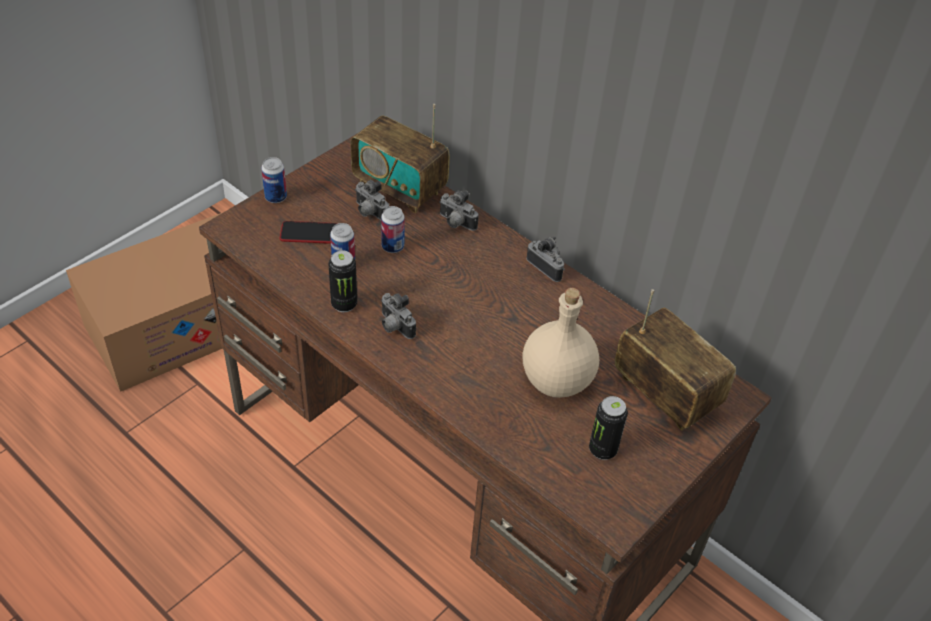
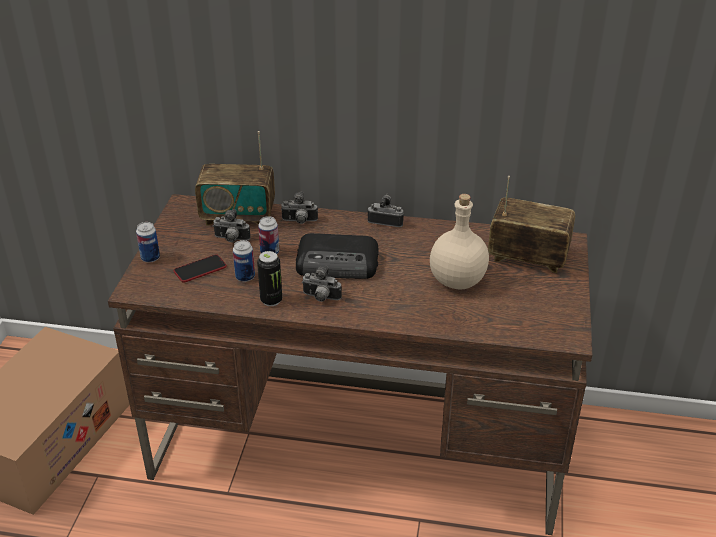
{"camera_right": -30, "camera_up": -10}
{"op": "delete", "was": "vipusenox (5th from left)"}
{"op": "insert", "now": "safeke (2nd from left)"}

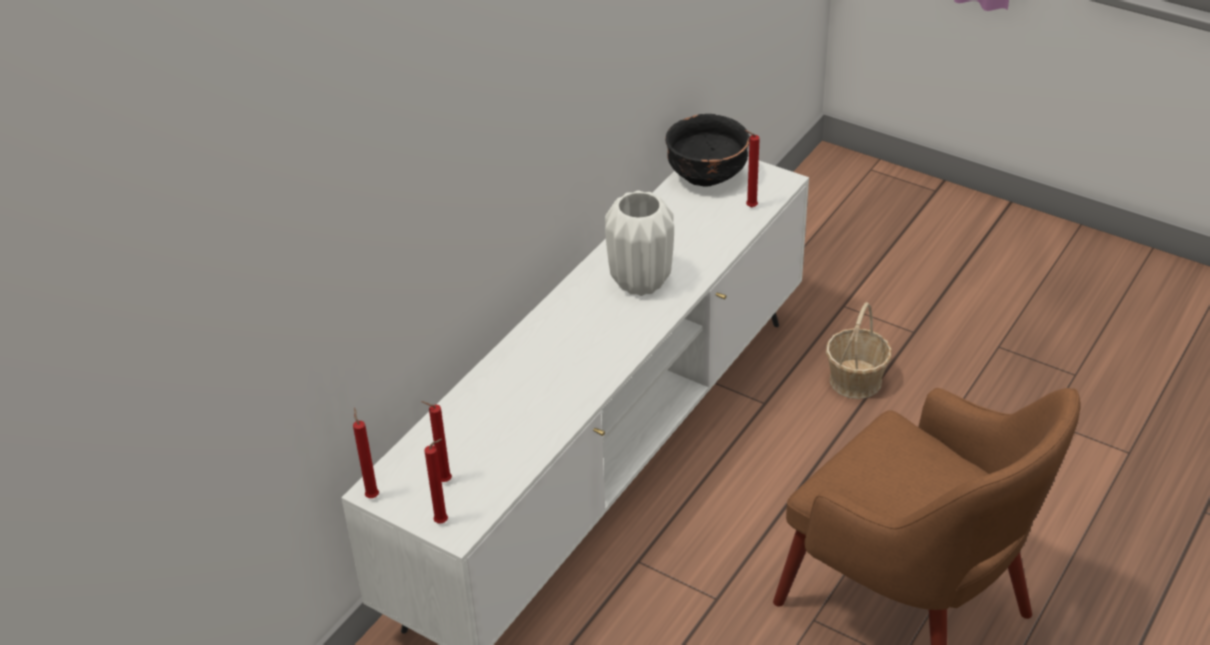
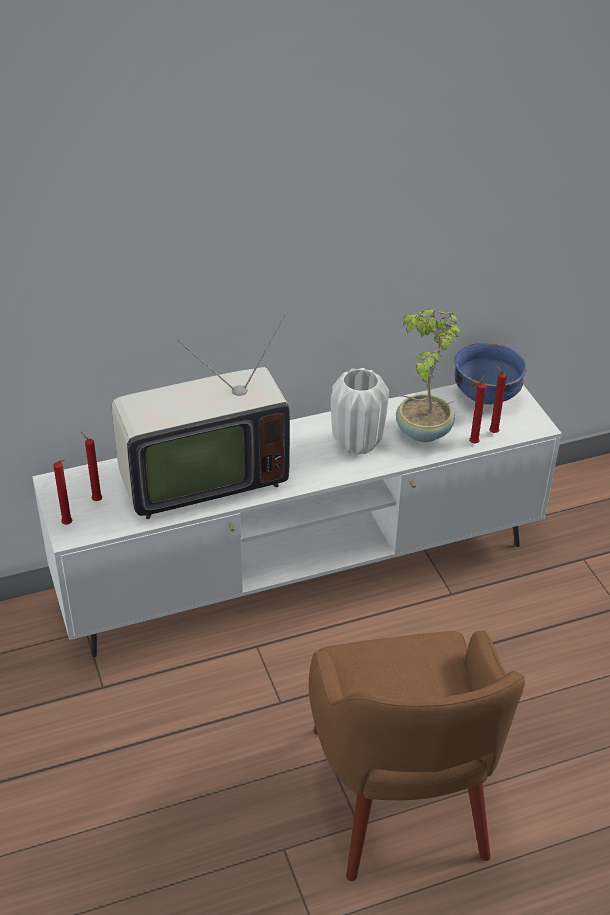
{"camera_right": 35, "camera_up": 0}
{"op": "delete", "was": "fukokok"}
{"op": "insert", "now": "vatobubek"}
{"op": "insert", "now": "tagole"}
{"op": "move", "was": "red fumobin (1st from left in the first image)", "now": "red fumobin (3rd from left)"}
{"op": "recolor", "was": "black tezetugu", "now": "blue tezetugu"}

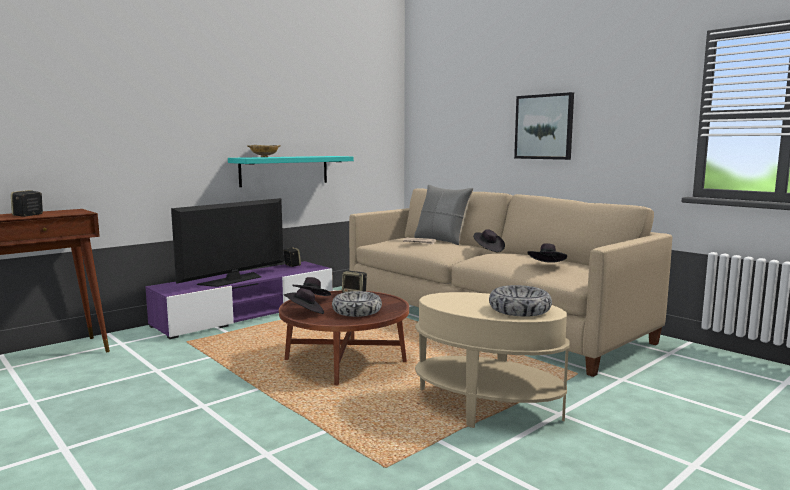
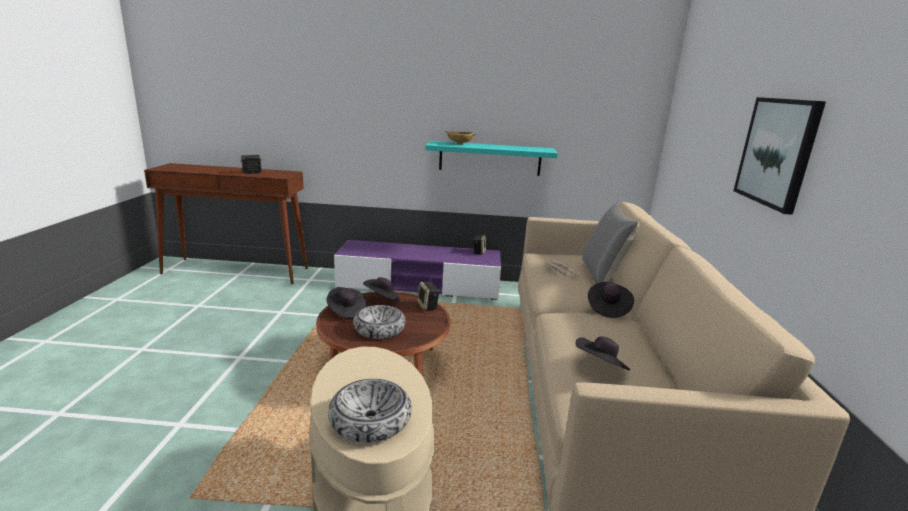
{"camera_right": 45, "camera_up": 10}
{"op": "delete", "was": "vatobubek"}

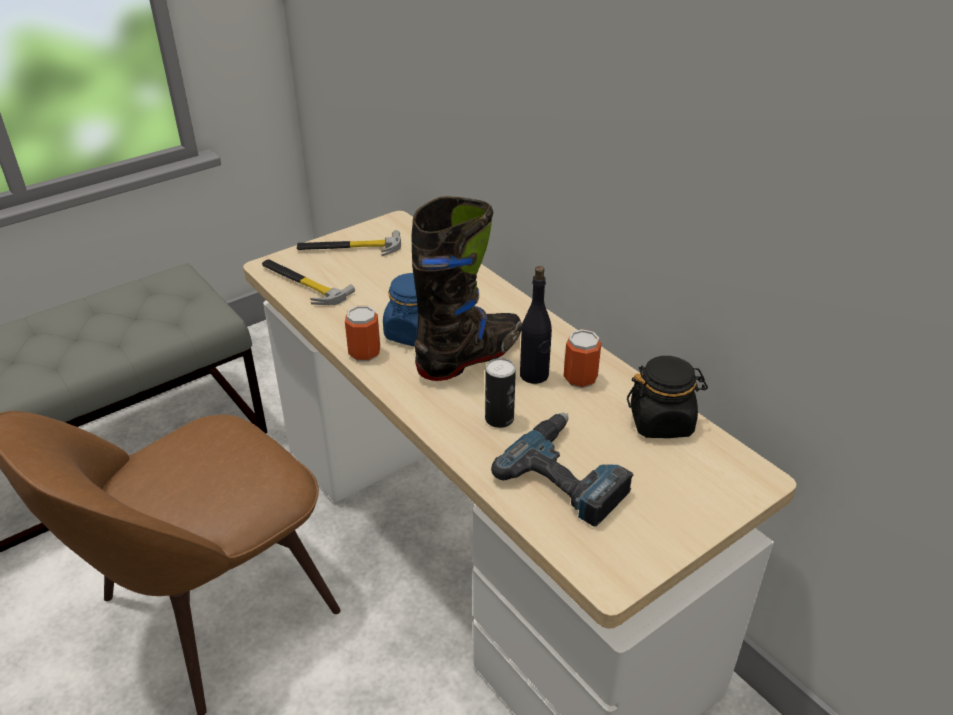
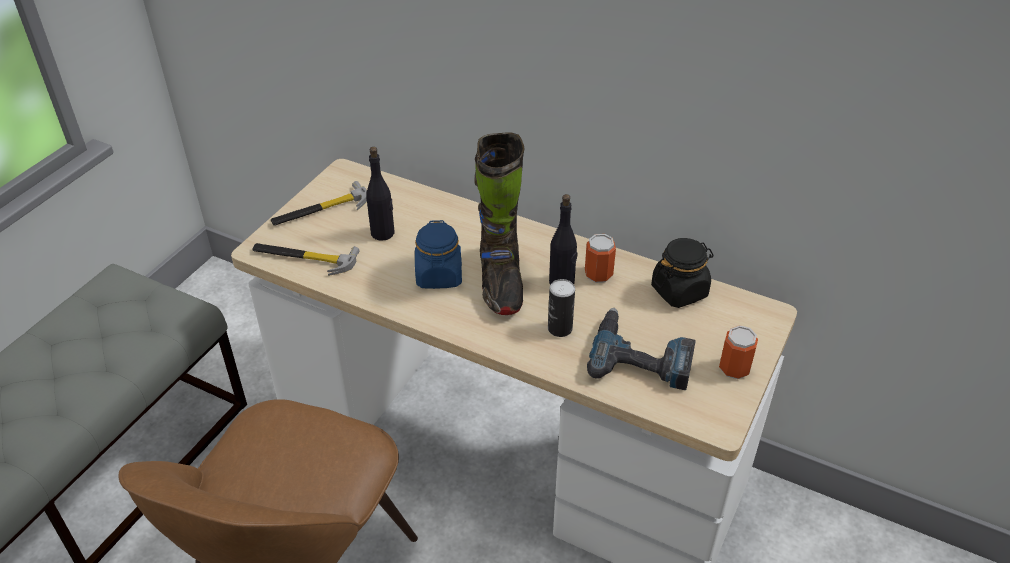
{"camera_right": -25, "camera_up": 5}
{"op": "insert", "now": "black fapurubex (1st from left)"}
{"op": "move", "was": "vipusenox (1st from left in the first image)", "now": "vipusenox (3rd from left)"}
{"op": "rotate", "was": "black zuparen", "clockwise": 150}

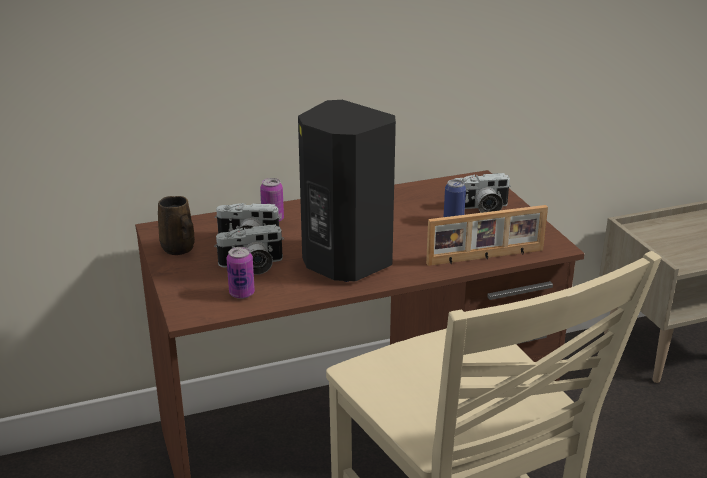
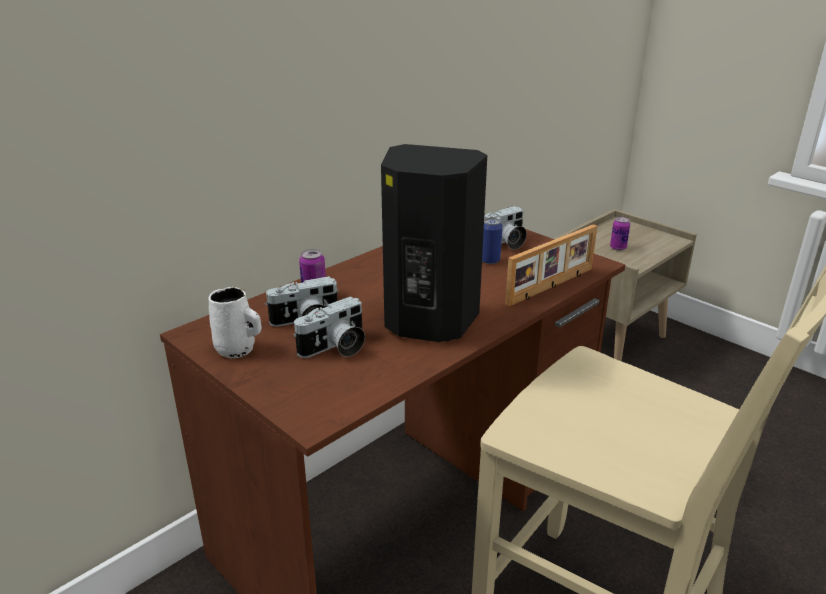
{"camera_right": -25, "camera_up": 0}
{"op": "move", "was": "vipusenox (1st from left in the first image)", "now": "vipusenox (3rd from left)"}
{"op": "recolor", "was": "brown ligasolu", "now": "white ligasolu"}

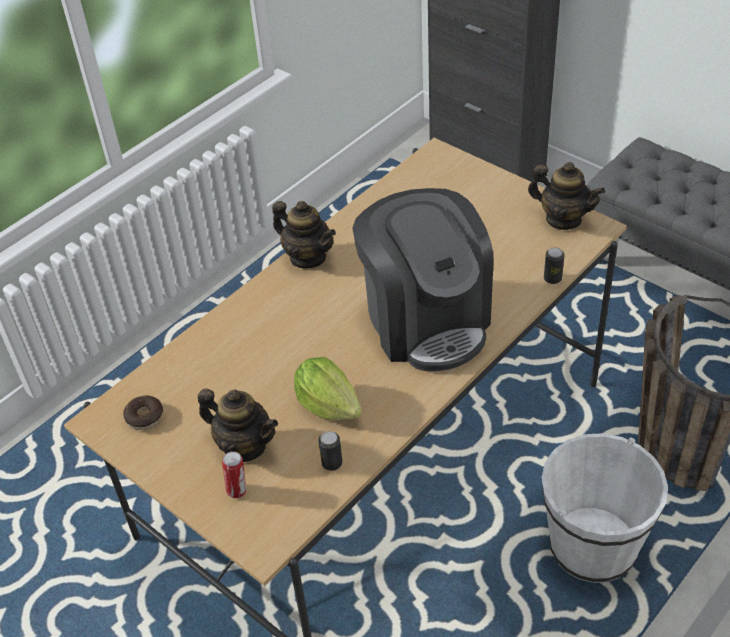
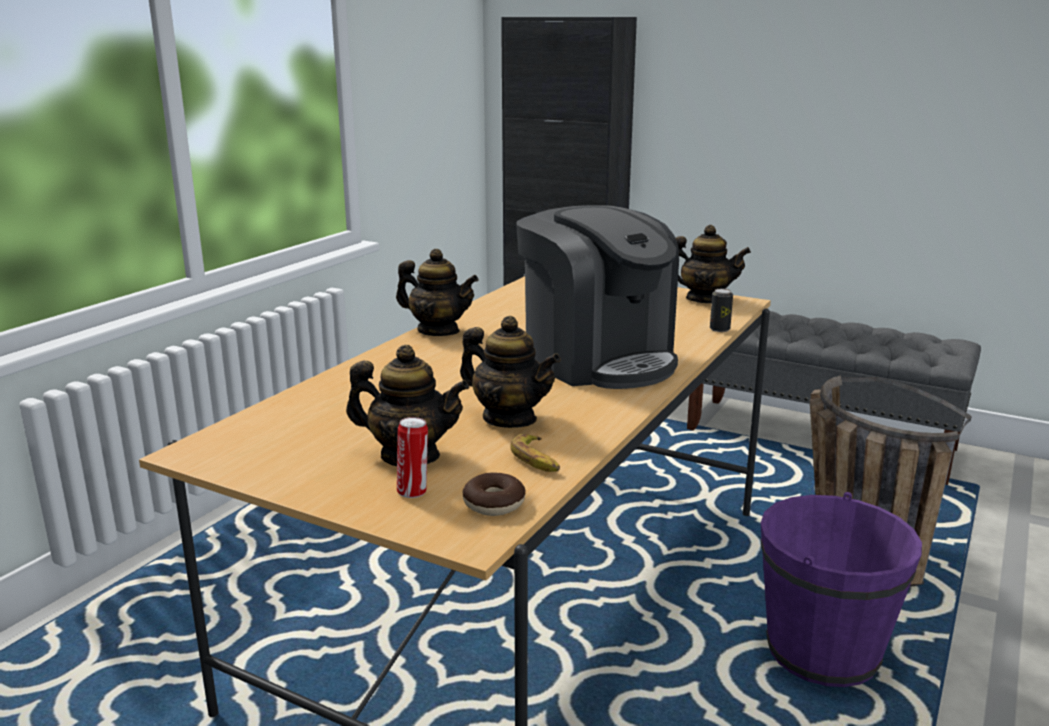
{"camera_right": -15, "camera_up": -25}
{"op": "move", "was": "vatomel"}
{"op": "replace", "was": "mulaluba", "now": "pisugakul (3rd from left)"}
{"op": "replace", "was": "vipusenox (2nd from left)", "now": "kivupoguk"}
{"op": "recolor", "was": "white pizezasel", "now": "purple pizezasel"}

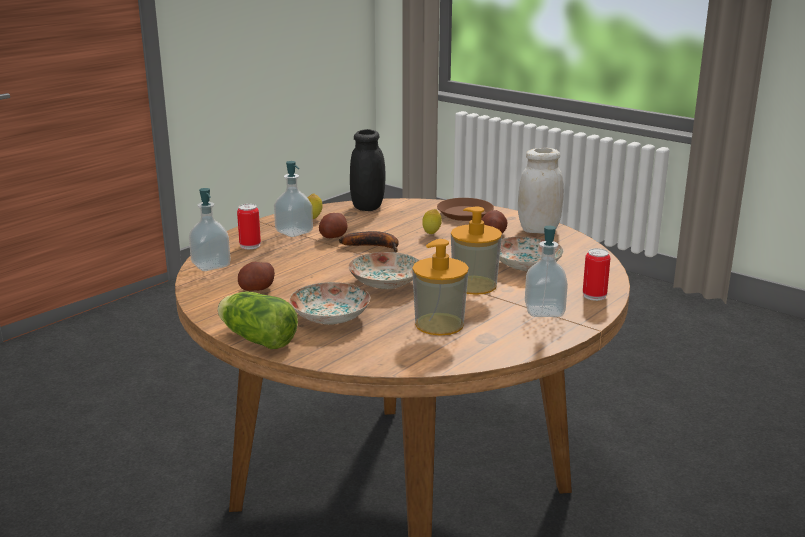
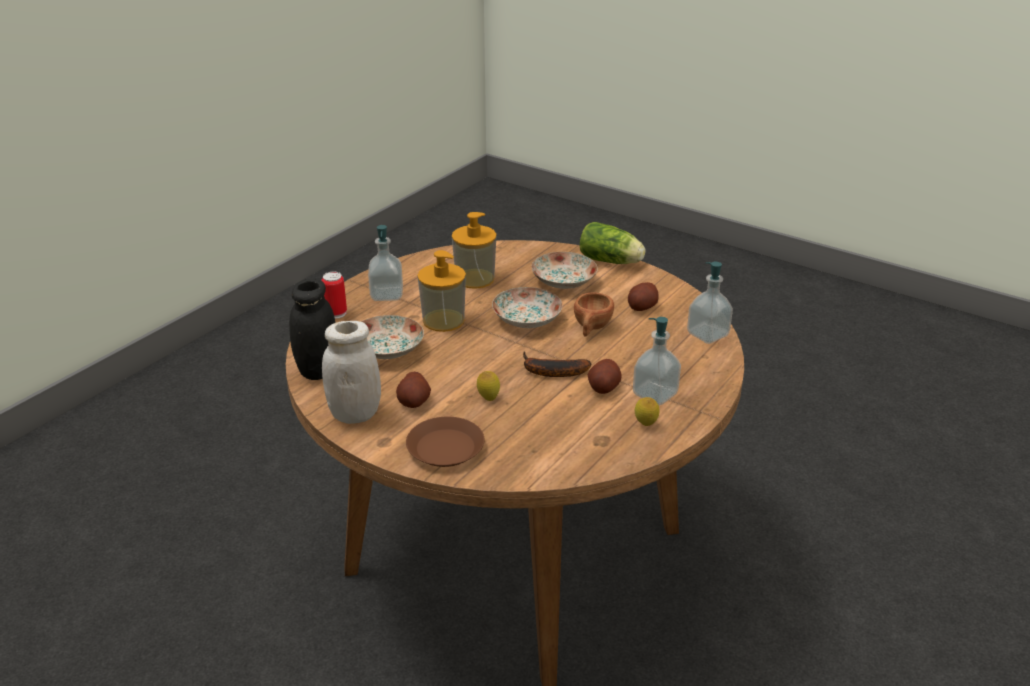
{"camera_right": 175, "camera_up": 10}
{"op": "delete", "was": "vipusenox (1st from left)"}
{"op": "insert", "now": "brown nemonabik"}
{"op": "move", "was": "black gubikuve"}

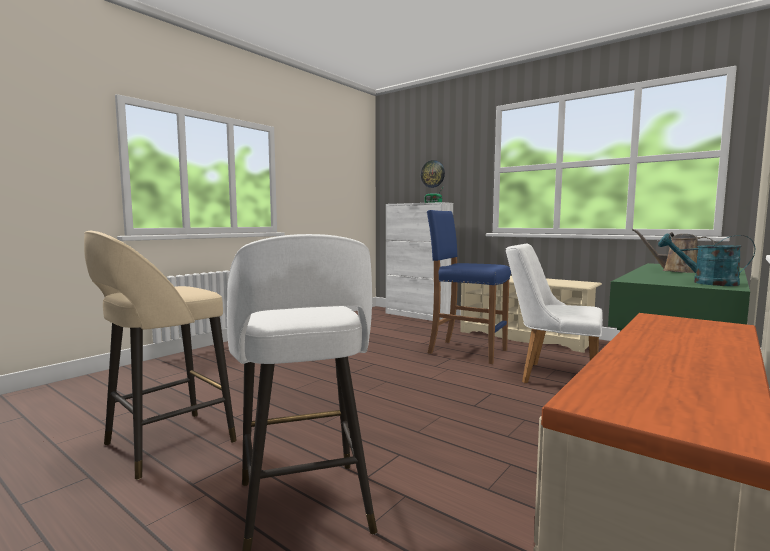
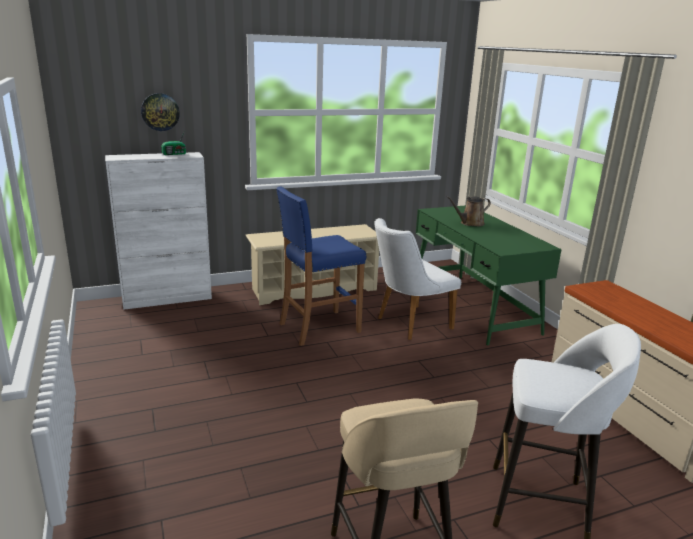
{"camera_right": -60, "camera_up": 15}
{"op": "delete", "was": "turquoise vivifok"}

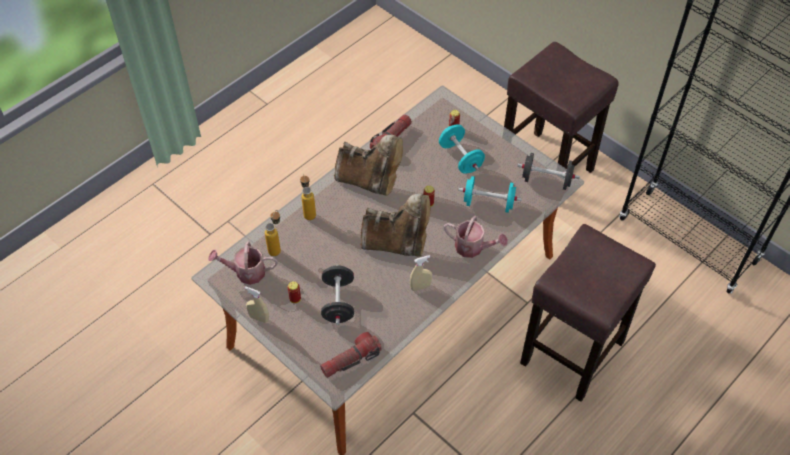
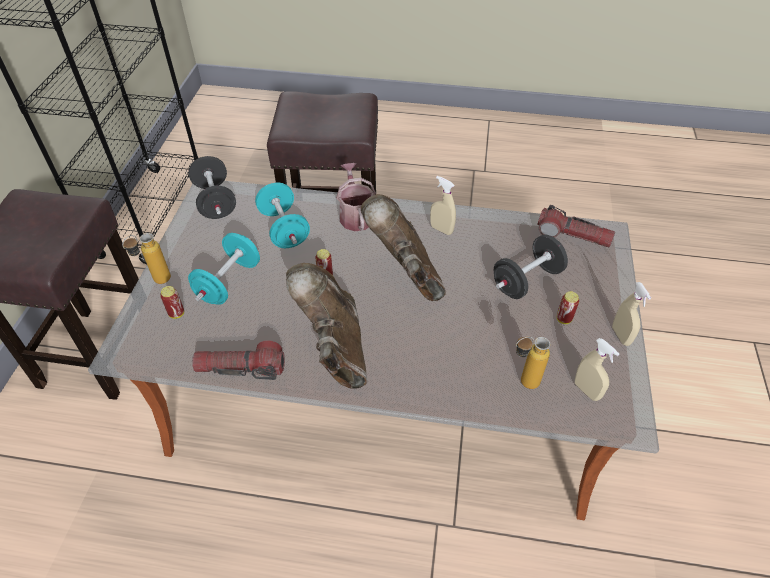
{"camera_right": -125, "camera_up": -5}
{"op": "move", "was": "fapurubex (2nd from left in the first image)", "now": "fapurubex (1st from left)"}
{"op": "replace", "was": "vivifok (1st from left)", "now": "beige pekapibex (2nd from left)"}

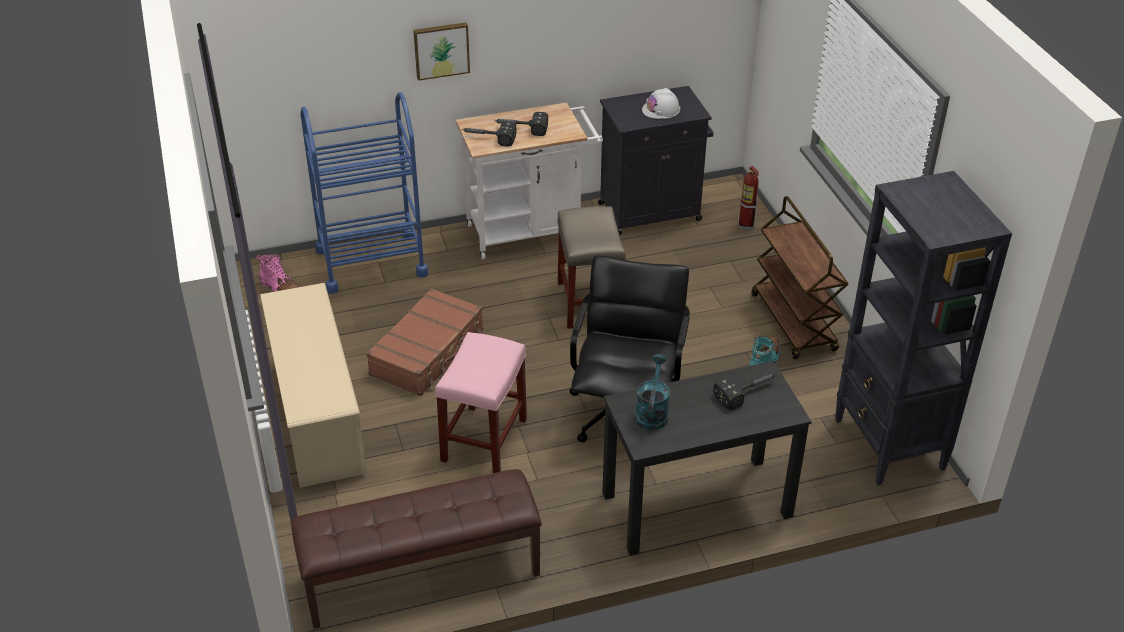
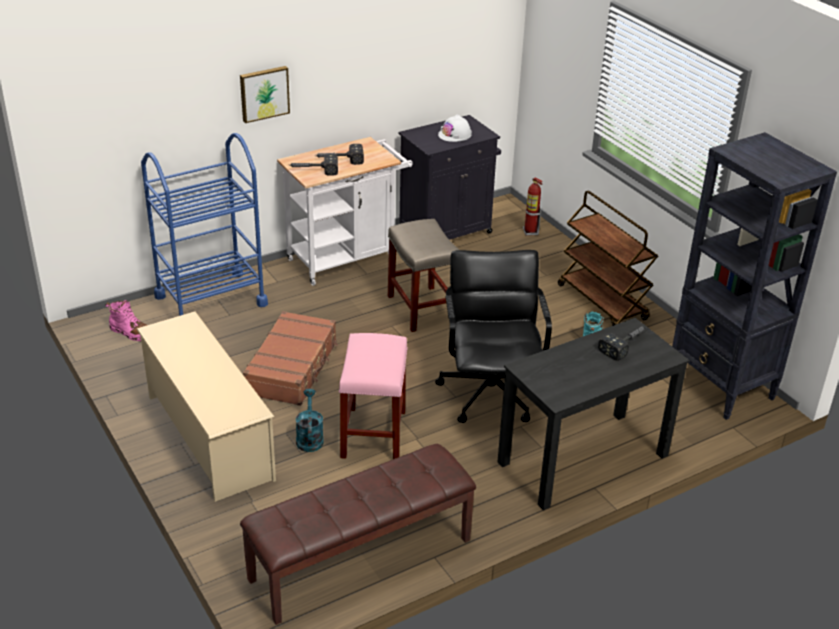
{"camera_right": -15, "camera_up": -5}
{"op": "move", "was": "turquoise vivifok"}

